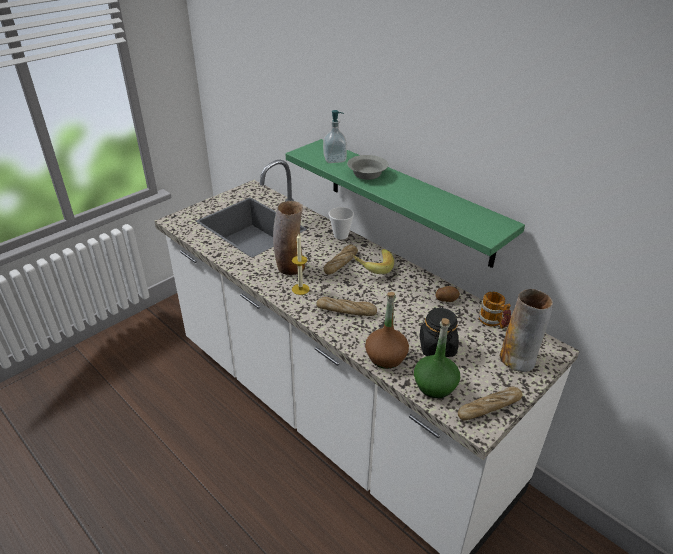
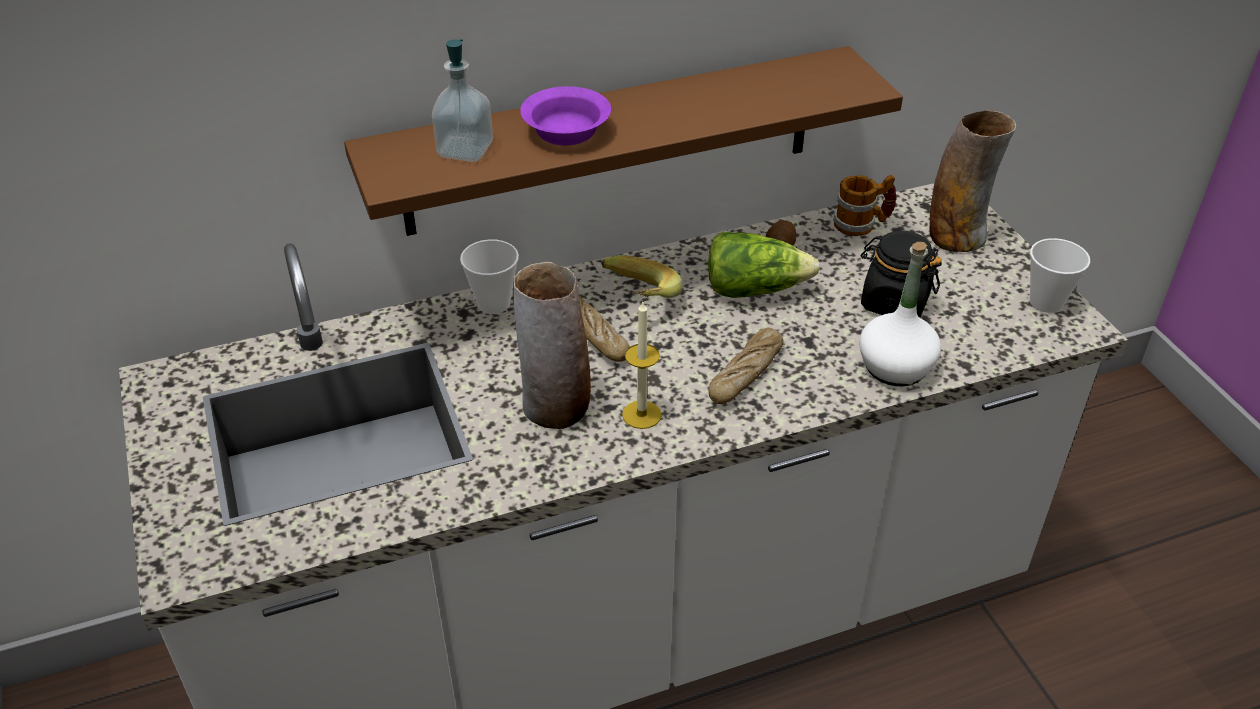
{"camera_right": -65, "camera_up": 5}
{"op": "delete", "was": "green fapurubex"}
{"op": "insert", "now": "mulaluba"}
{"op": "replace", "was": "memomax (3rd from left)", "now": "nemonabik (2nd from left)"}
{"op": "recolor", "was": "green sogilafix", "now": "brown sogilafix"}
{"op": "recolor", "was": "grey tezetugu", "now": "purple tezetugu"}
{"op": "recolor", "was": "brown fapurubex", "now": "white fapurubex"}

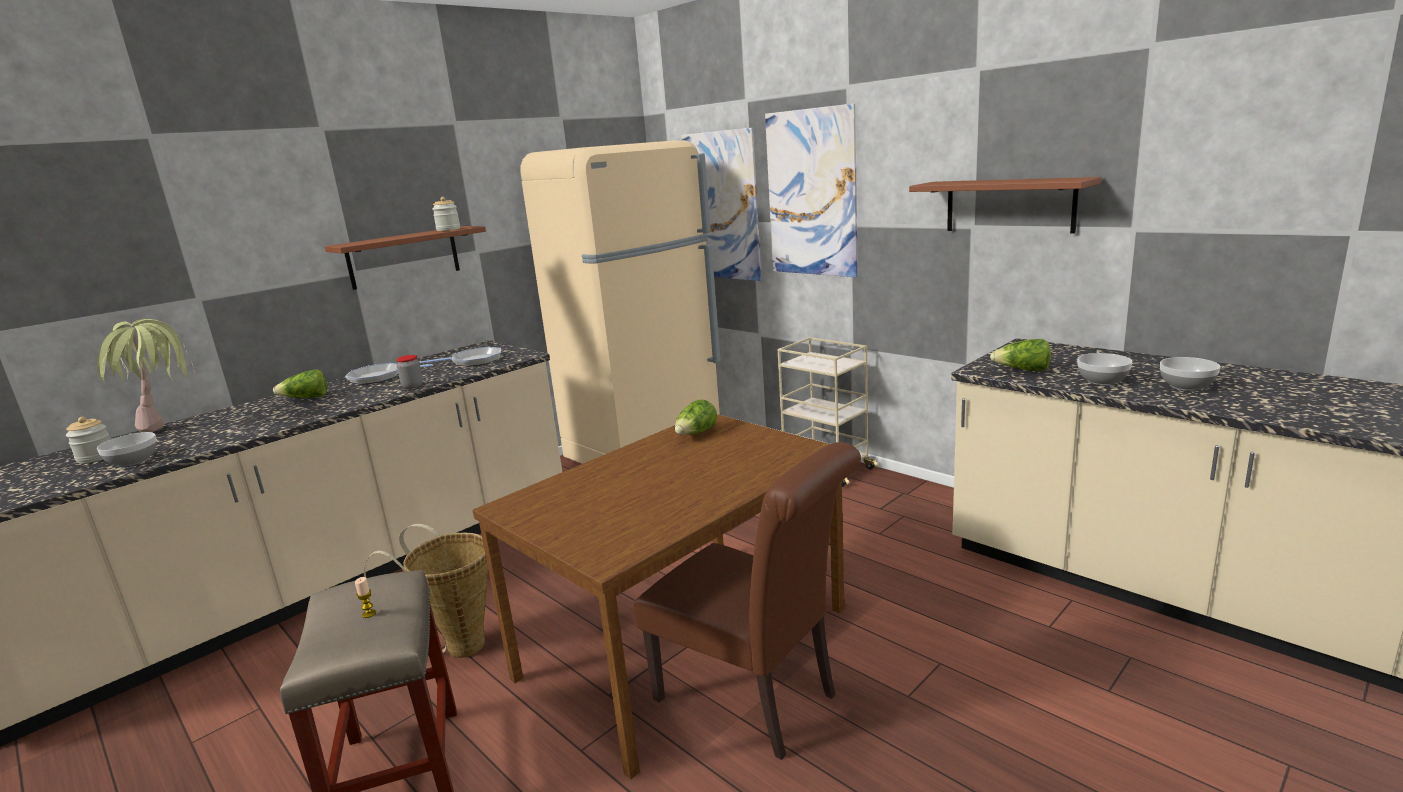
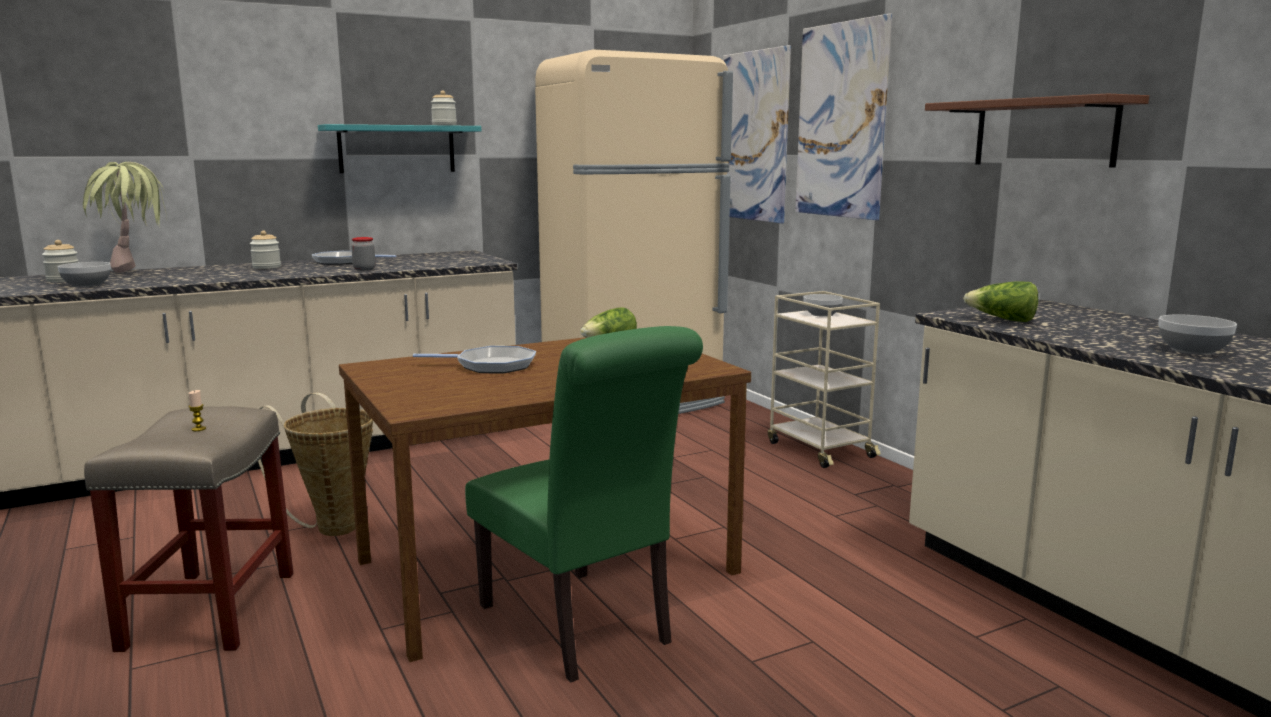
{"camera_right": 15, "camera_up": -5}
{"op": "move", "was": "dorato (2nd from left)"}
{"op": "move", "was": "tezetugu (2nd from left)"}
{"op": "replace", "was": "mulaluba (1st from left)", "now": "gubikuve (2nd from left)"}
{"op": "recolor", "was": "brown sogilafix (1st from left)", "now": "turquoise sogilafix"}
{"op": "recolor", "was": "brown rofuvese", "now": "green rofuvese"}

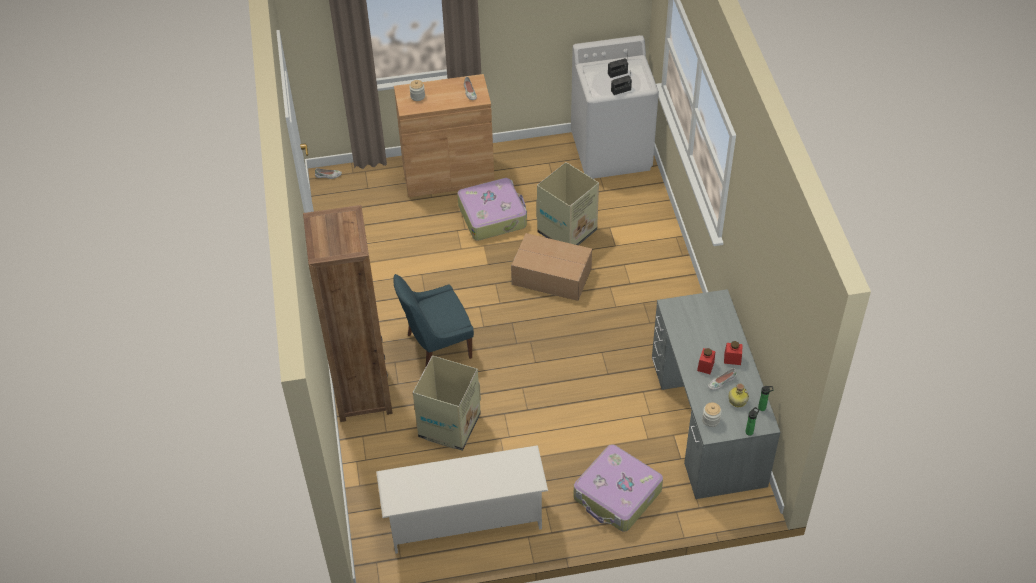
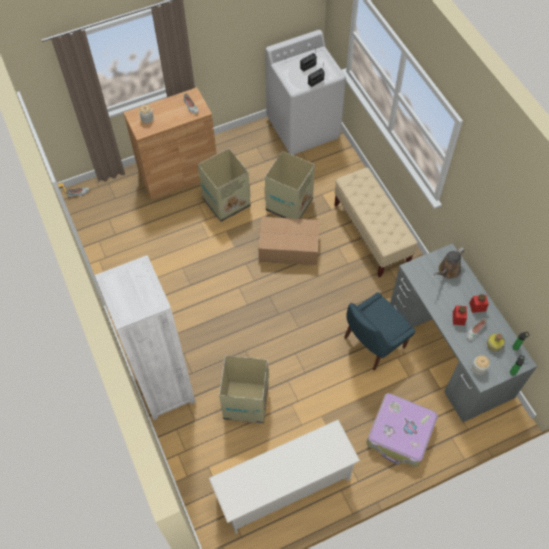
{"camera_right": -15, "camera_up": 10}
{"op": "insert", "now": "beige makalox"}
{"op": "insert", "now": "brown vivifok"}
{"op": "move", "was": "blue rofuvese"}
{"op": "replace", "was": "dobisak (1st from left)", "now": "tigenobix (1st from left)"}
{"op": "recolor", "was": "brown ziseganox", "now": "white ziseganox"}

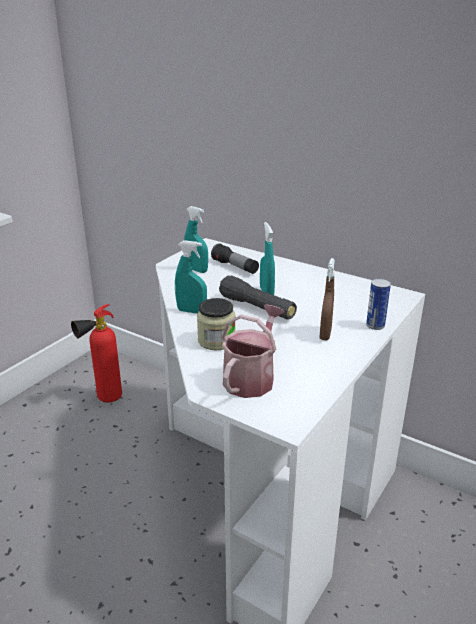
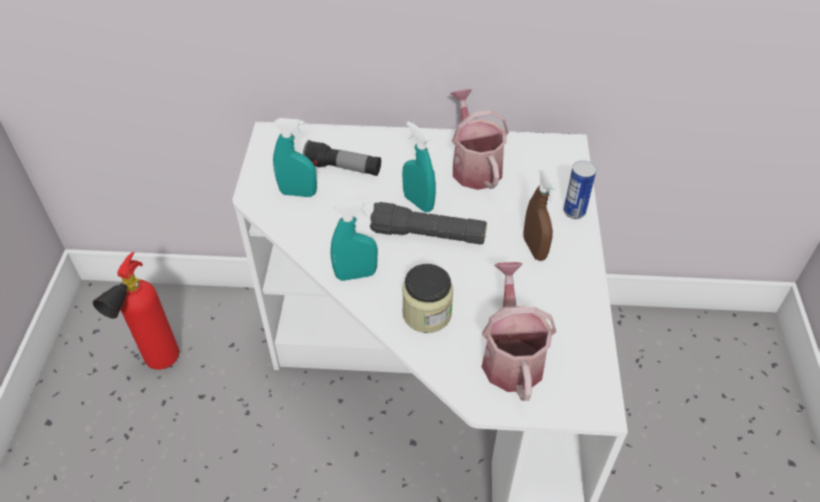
{"camera_right": -30, "camera_up": 20}
{"op": "insert", "now": "vivifok (1st from left)"}

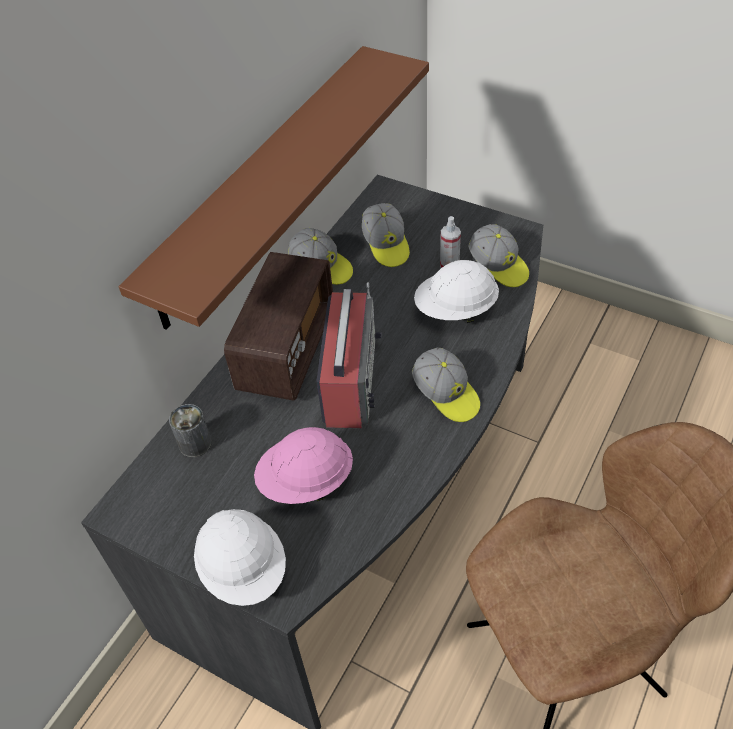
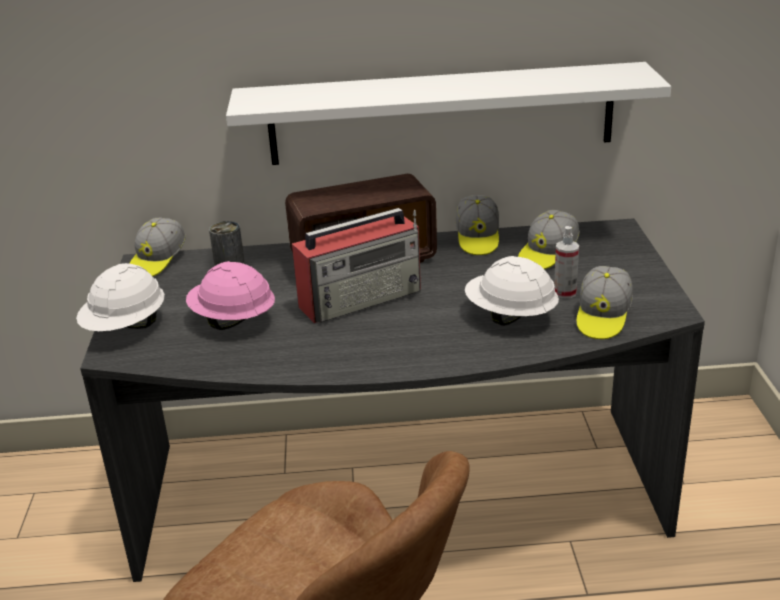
{"camera_right": 55, "camera_up": -20}
{"op": "move", "was": "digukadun (3rd from left in the first image)", "now": "digukadun (1st from left)"}
{"op": "recolor", "was": "brown sogilafix", "now": "white sogilafix"}

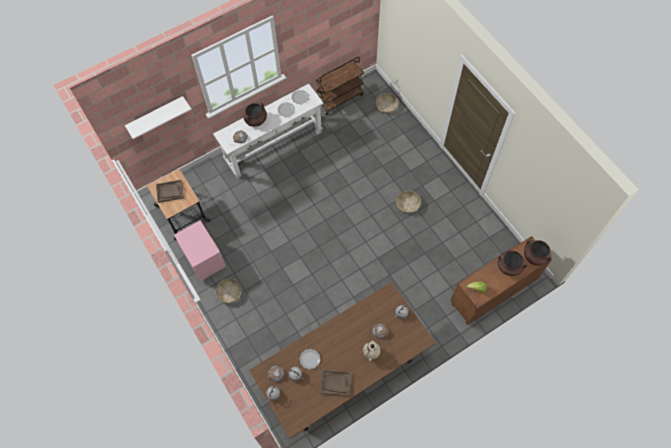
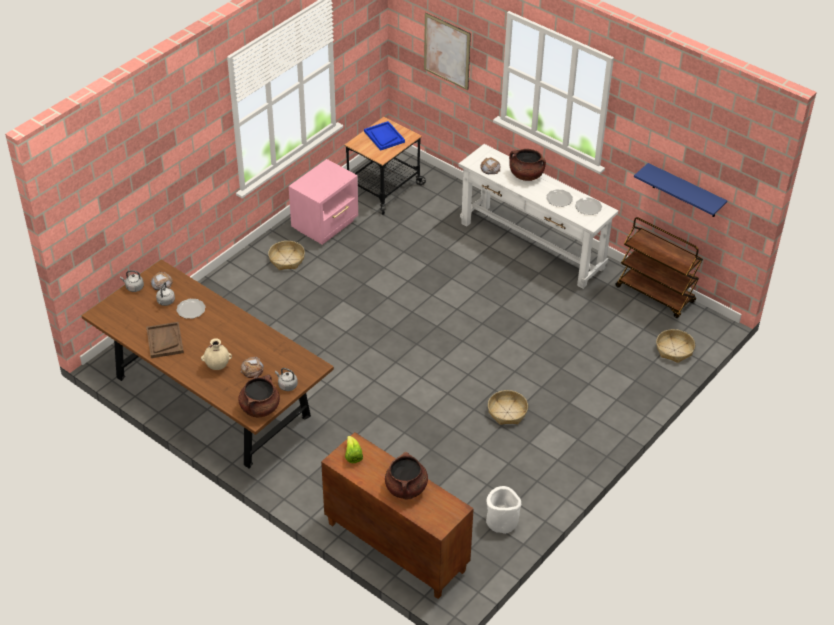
{"camera_right": 70, "camera_up": -20}
{"op": "insert", "now": "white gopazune"}
{"op": "insert", "now": "blue sogilafix"}
{"op": "move", "was": "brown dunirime (3rd from left in the first image)", "now": "brown dunirime (1st from left)"}
{"op": "replace", "was": "white sogilafix", "now": "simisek"}
{"op": "recolor", "was": "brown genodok (1st from left)", "now": "blue genodok"}

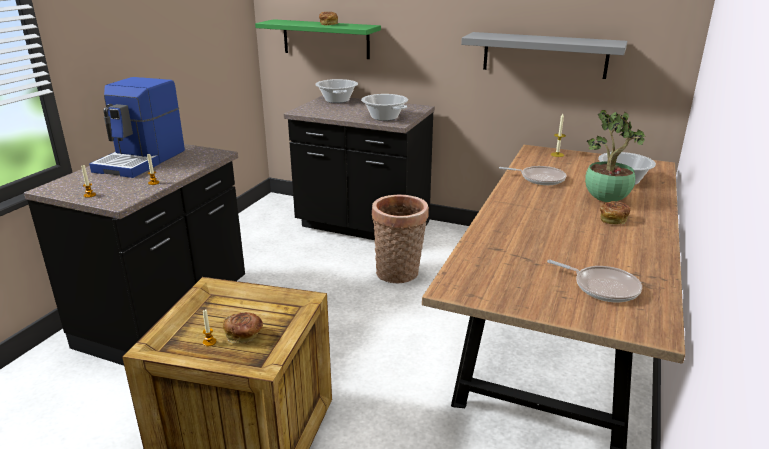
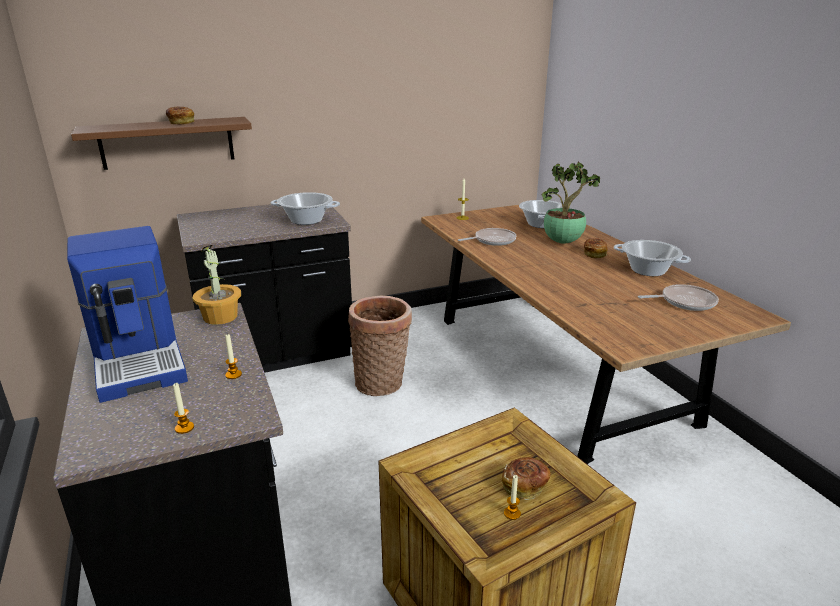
{"camera_right": -45, "camera_up": 0}
{"op": "delete", "was": "grey sogilafix"}
{"op": "insert", "now": "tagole (1st from left)"}
{"op": "move", "was": "dunirime (1st from left in the first image)", "now": "dunirime (3rd from left)"}
{"op": "recolor", "was": "green sogilafix", "now": "brown sogilafix"}

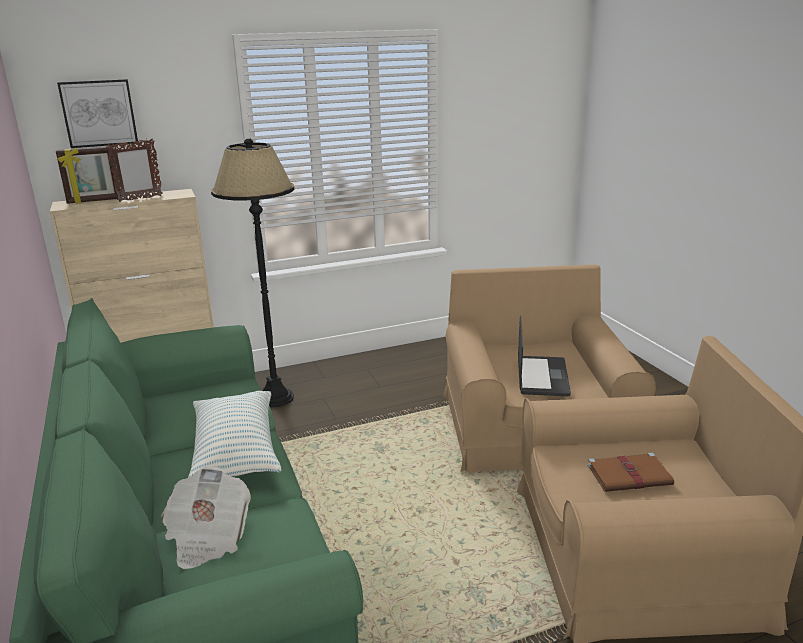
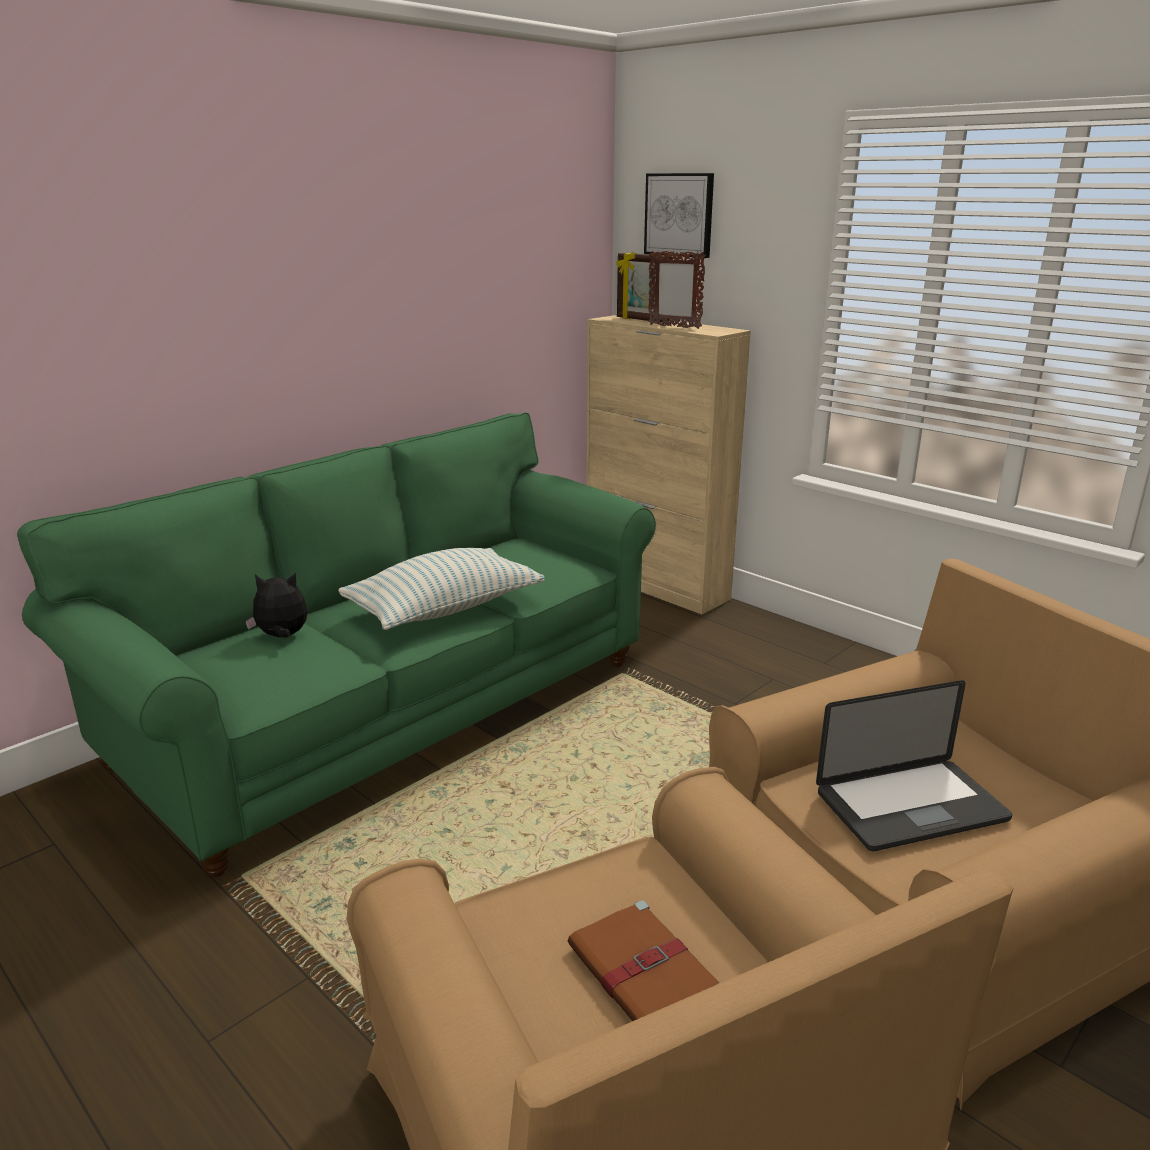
{"camera_right": 65, "camera_up": 0}
{"op": "delete", "was": "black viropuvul"}
{"op": "replace", "was": "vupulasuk", "now": "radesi"}

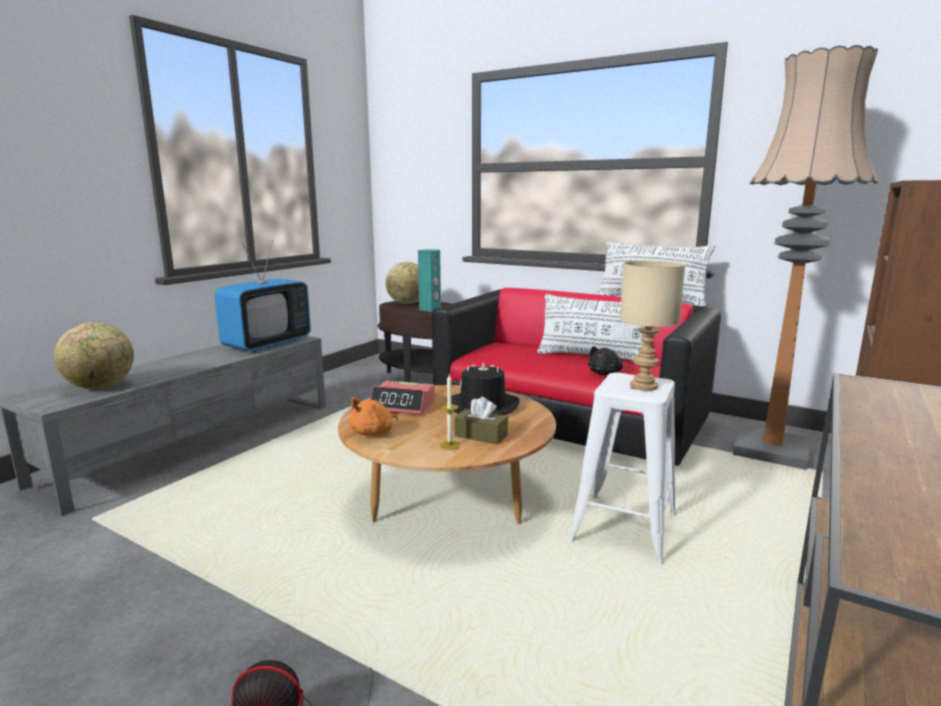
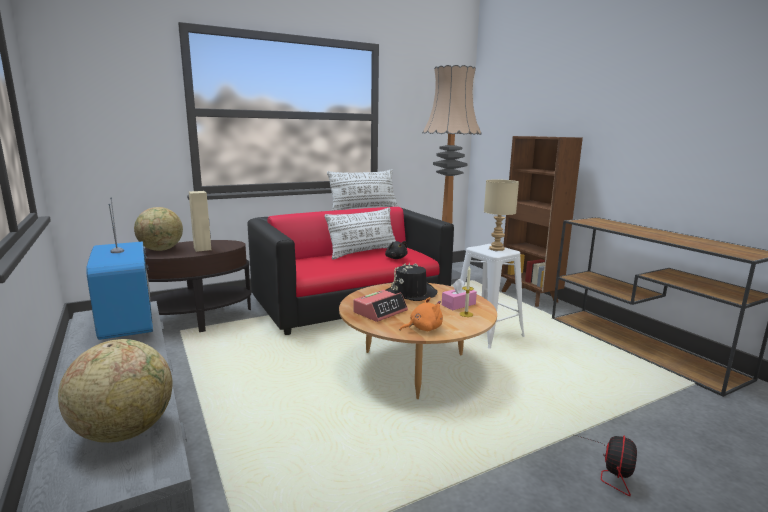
{"camera_right": -60, "camera_up": 0}
{"op": "recolor", "was": "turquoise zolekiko", "now": "beige zolekiko"}
{"op": "recolor", "was": "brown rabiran", "now": "pink rabiran"}
{"op": "rotate", "was": "orange radesi", "clockwise": -90}

